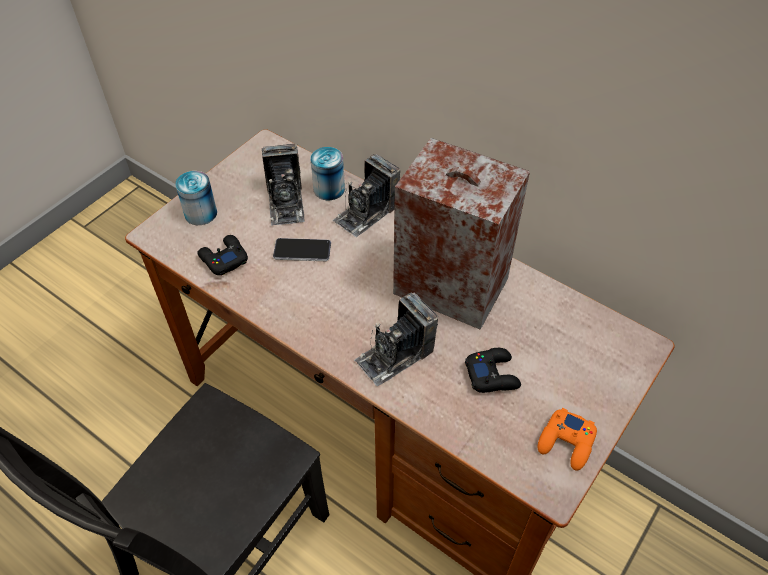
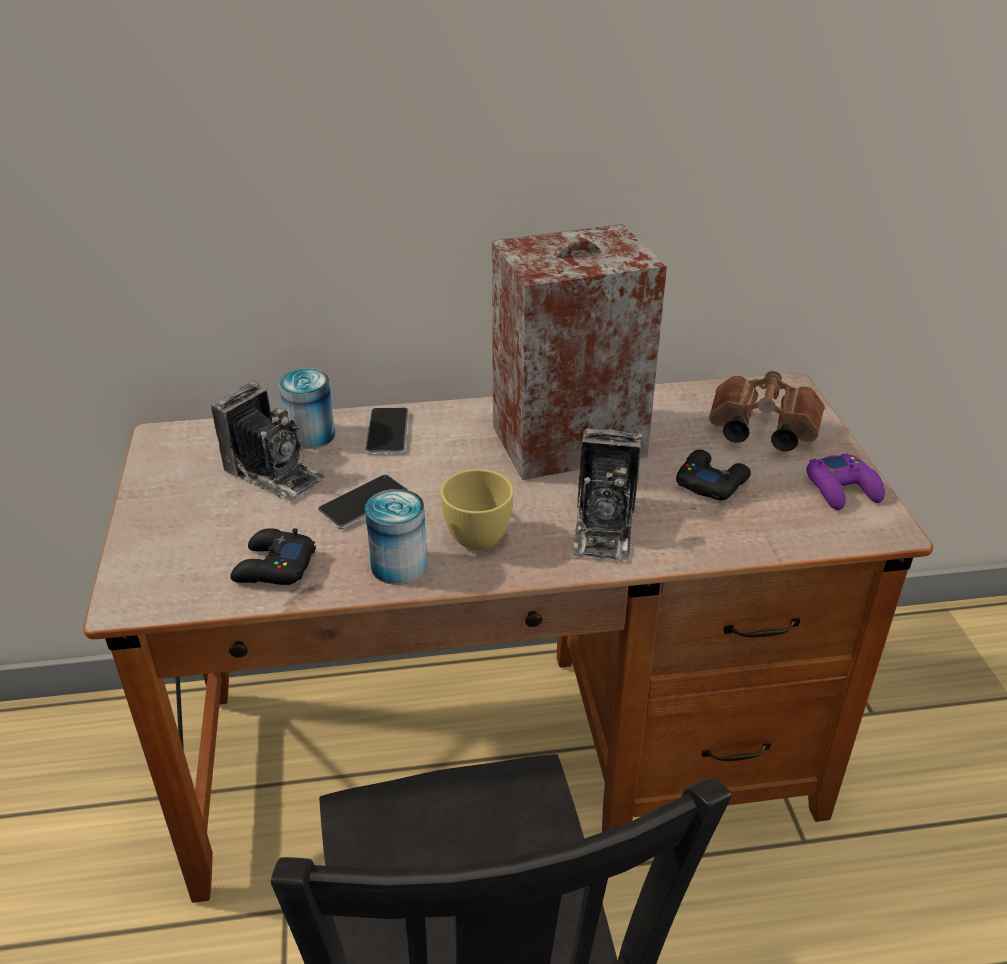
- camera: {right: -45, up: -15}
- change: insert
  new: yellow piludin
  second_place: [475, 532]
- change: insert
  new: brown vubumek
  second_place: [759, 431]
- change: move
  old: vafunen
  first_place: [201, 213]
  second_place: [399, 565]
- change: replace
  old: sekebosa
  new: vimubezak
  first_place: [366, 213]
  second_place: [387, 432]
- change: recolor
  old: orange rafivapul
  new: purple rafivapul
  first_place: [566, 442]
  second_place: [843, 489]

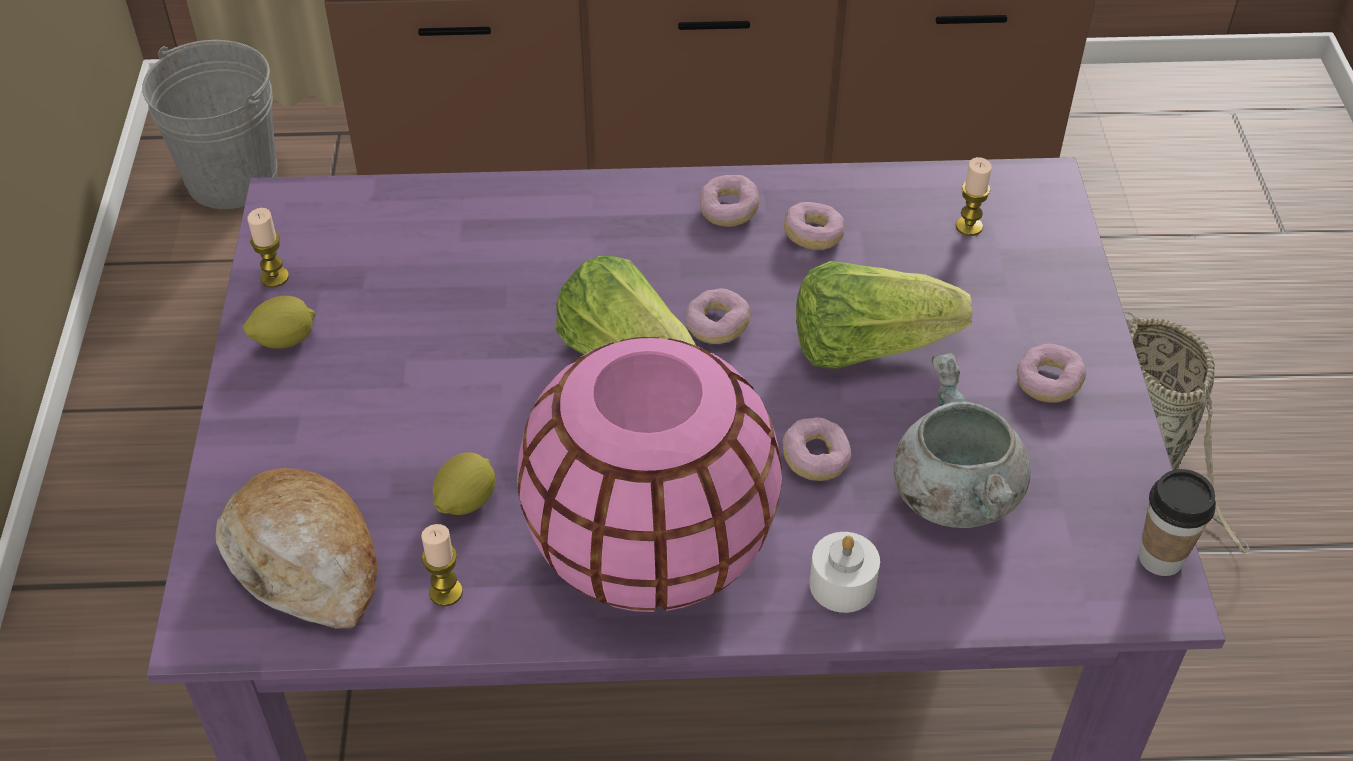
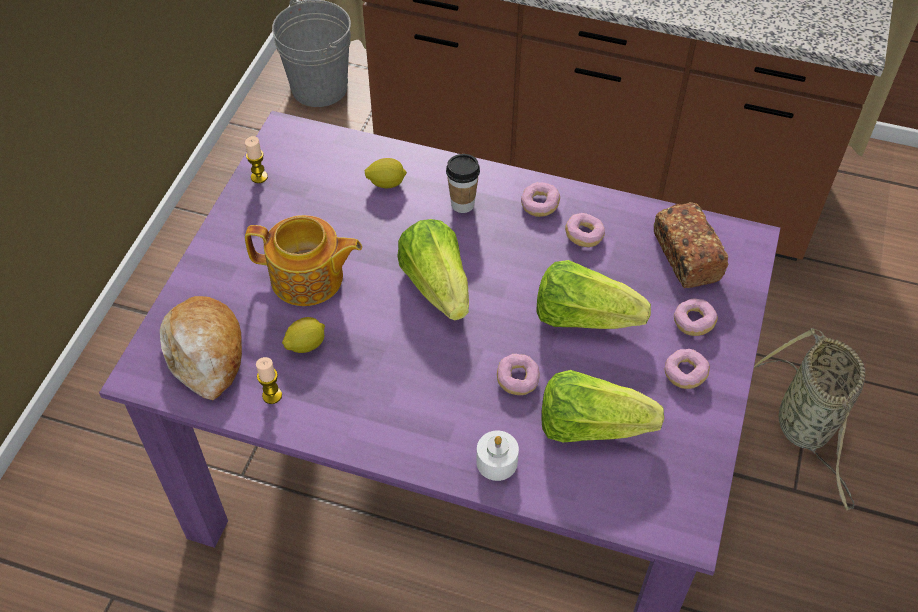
- camera: {right: 20, up: 5}
- change: delete
  old: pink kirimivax
  first_place: [651, 548]
- change: insert
  new: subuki
  second_place: [308, 279]
- change: move
  old: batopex
  first_place: [284, 340]
  second_place: [386, 183]
- change: move
  old: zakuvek
  first_place: [717, 326]
  second_place: [693, 323]
- change: move
  old: piludin
  first_place: [1160, 558]
  second_place: [462, 204]
- change: replace
  old: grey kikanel
  new: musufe
  first_place: [953, 492]
  second_place: [590, 426]
- change: replace
  old: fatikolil
  new: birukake
  first_place: [969, 226]
  second_place: [686, 256]

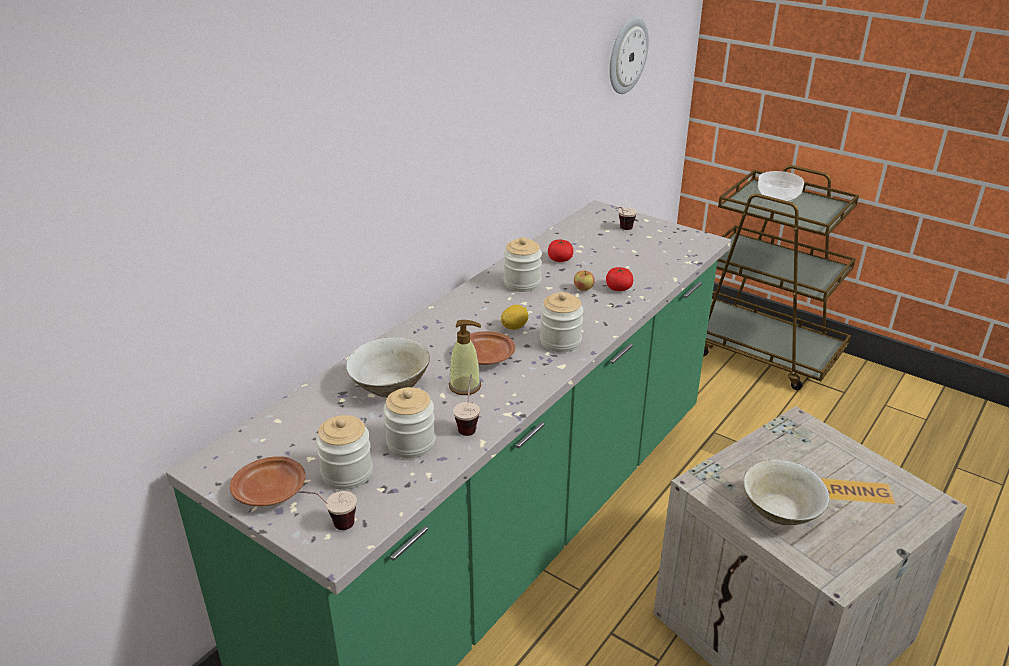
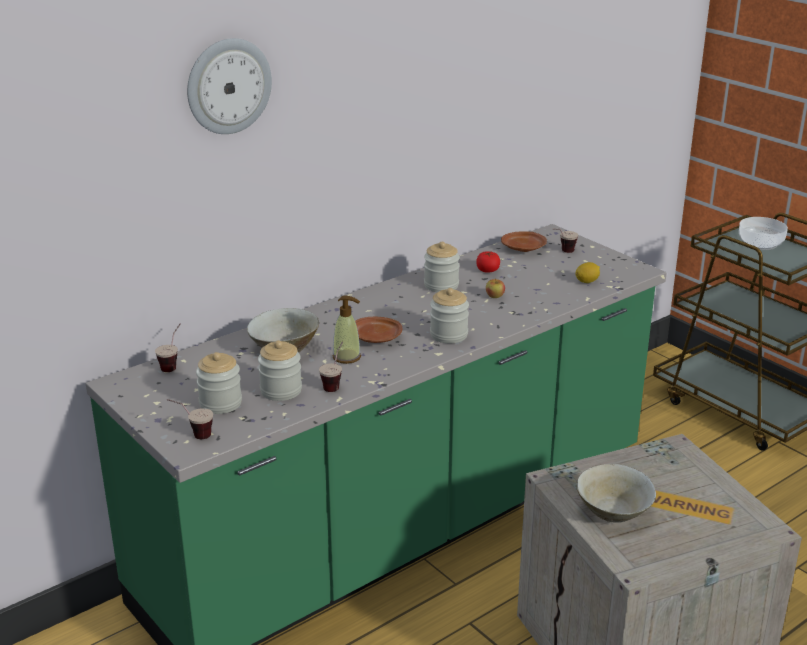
- camera: {right: 15, up: -5}
- change: delete
  old: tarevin
  first_place: [618, 288]
- change: insert
  new: piludin
  second_place: [173, 364]
- change: move
  old: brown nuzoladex
  first_place: [271, 491]
  second_place: [524, 248]
- change: move
  old: batopex
  first_place: [514, 327]
  second_place: [587, 281]
- change: move
  old: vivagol
  first_place: [626, 55]
  second_place: [228, 86]

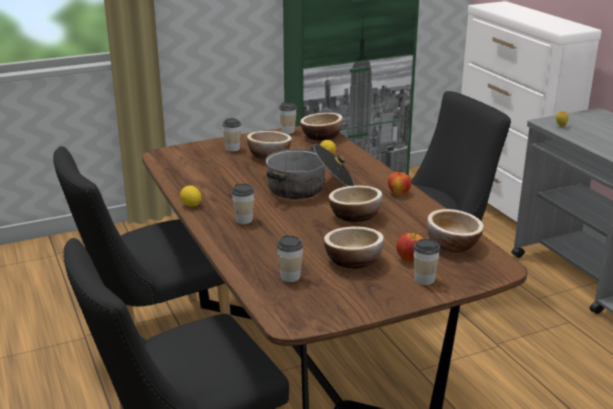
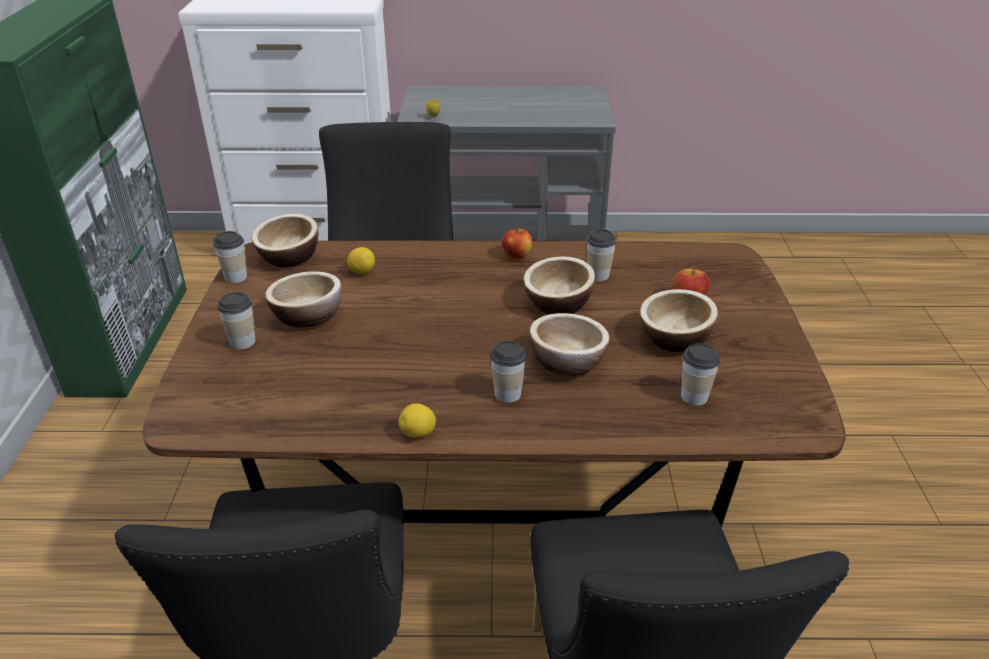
- camera: {right: -65, up: 10}
- change: delete
  old: kikanel
  first_place: [309, 188]
- change: move
  old: piludin
  first_place: [424, 279]
  second_place: [598, 275]
- change: move
  old: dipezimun
  first_place: [452, 244]
  second_place: [567, 362]

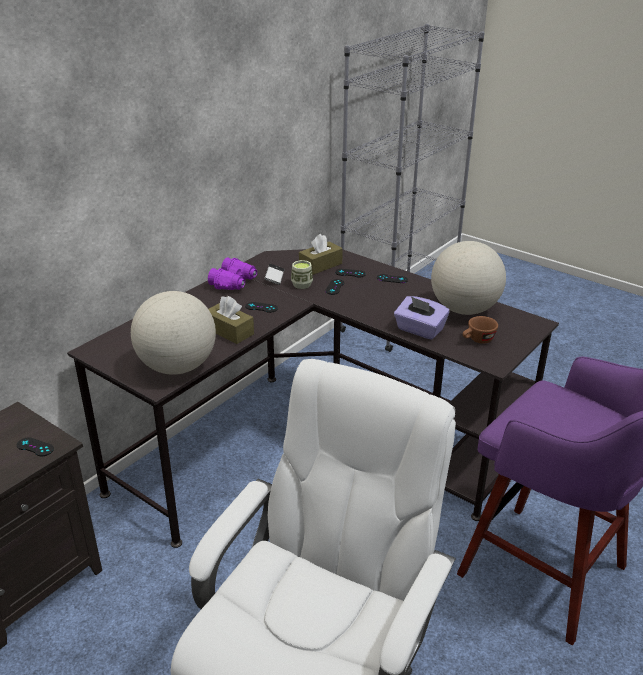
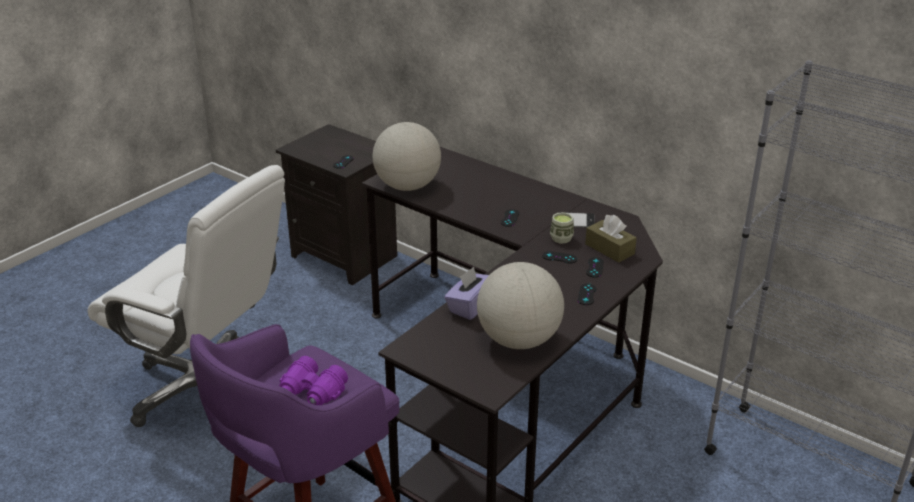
- camera: {right: 90, up: 0}
- change: delete
  old: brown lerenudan
  first_place: [229, 331]
- change: delete
  old: brown piludin
  first_place: [477, 340]
- change: move
  old: purple vubumek
  first_place: [234, 283]
  second_place: [312, 393]

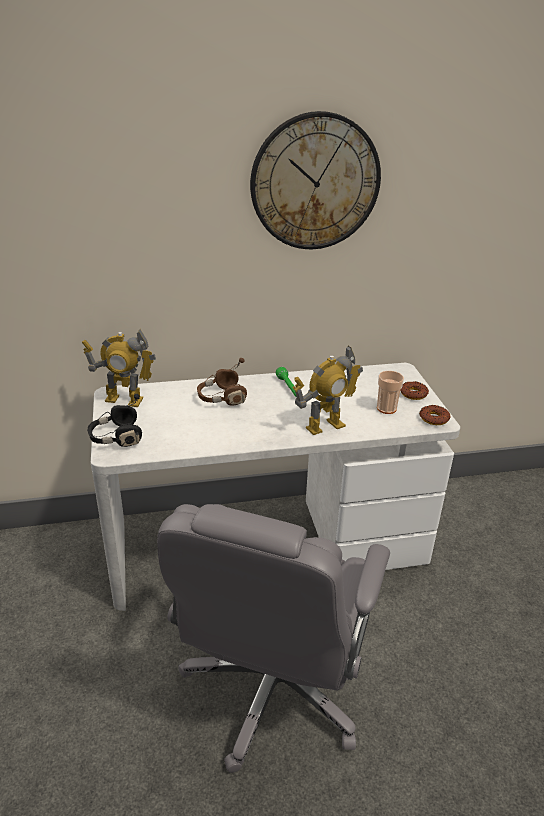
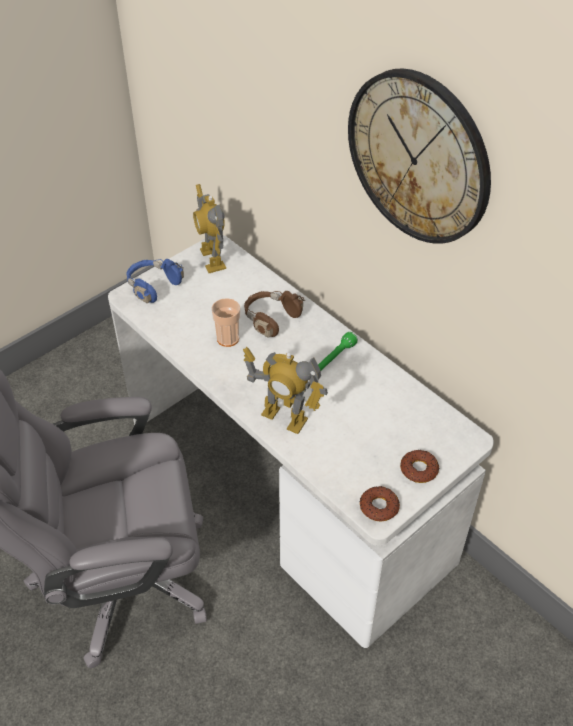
- camera: {right: 60, up: 15}
- change: move
  old: piludin
  first_place: [386, 408]
  second_place: [228, 338]
- change: recolor
  old: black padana
  new: blue padana
  first_place: [116, 437]
  second_place: [153, 286]

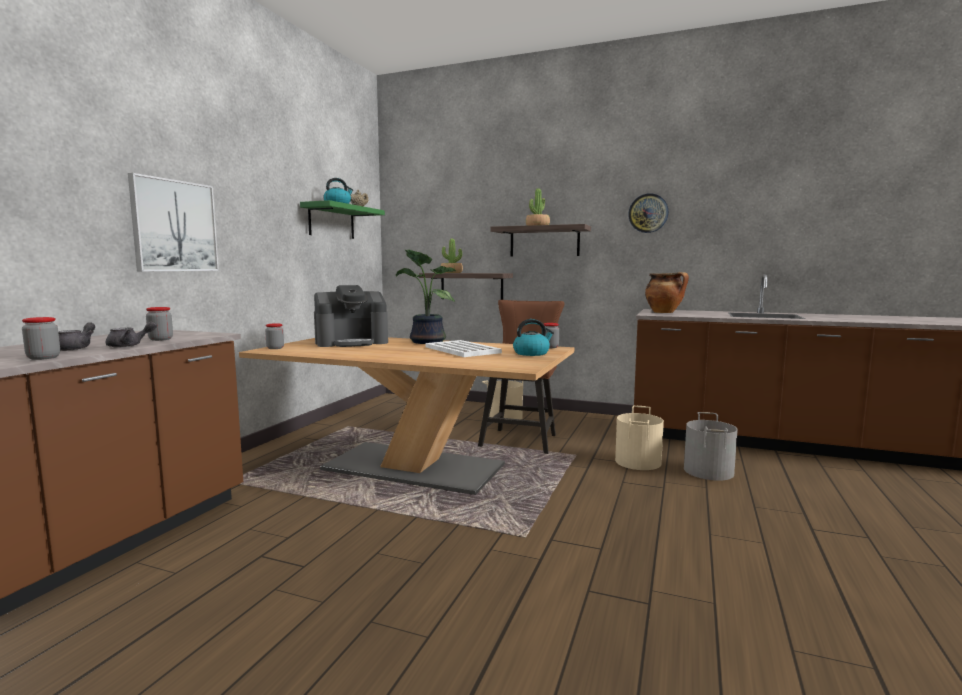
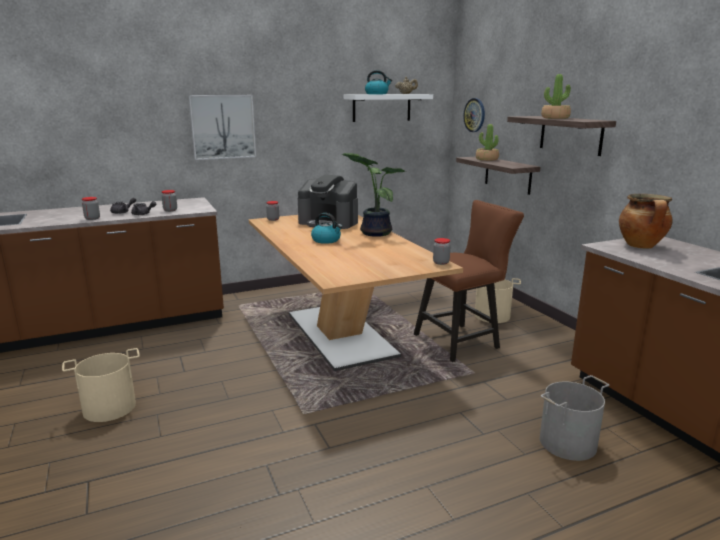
- camera: {right: 45, up: 10}
- change: delete
  old: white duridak
  first_place: [462, 350]
- change: move
  old: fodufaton
  first_place: [532, 353]
  second_place: [326, 240]
- change: move
  old: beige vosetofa
  first_place: [638, 462]
  second_place: [109, 408]
- change: move
  old: vivagol
  first_place: [648, 213]
  second_place: [474, 115]
- change: recolor
  old: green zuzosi
  new: white zuzosi
  first_place: [331, 222]
  second_place: [381, 107]

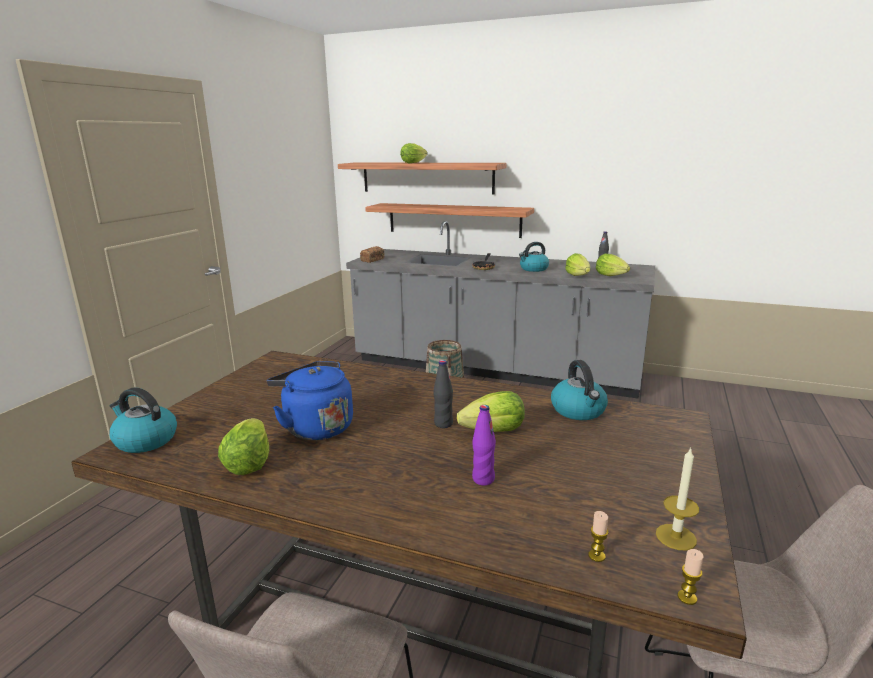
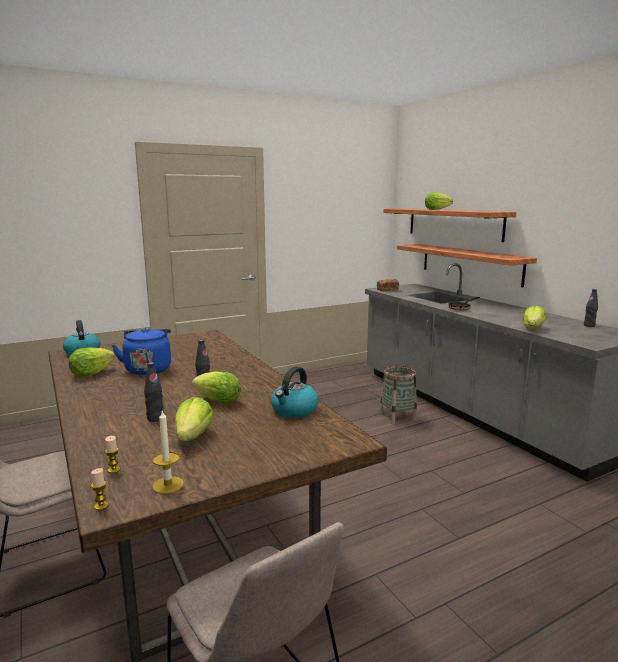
- camera: {right: 40, up: -5}
- change: delete
  old: fodufaton
  first_place: [533, 269]
- change: move
  old: musufe
  first_place: [610, 275]
  second_place: [193, 437]
- change: recolor
  old: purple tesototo
  new: black tesototo
  first_place: [483, 479]
  second_place: [155, 418]

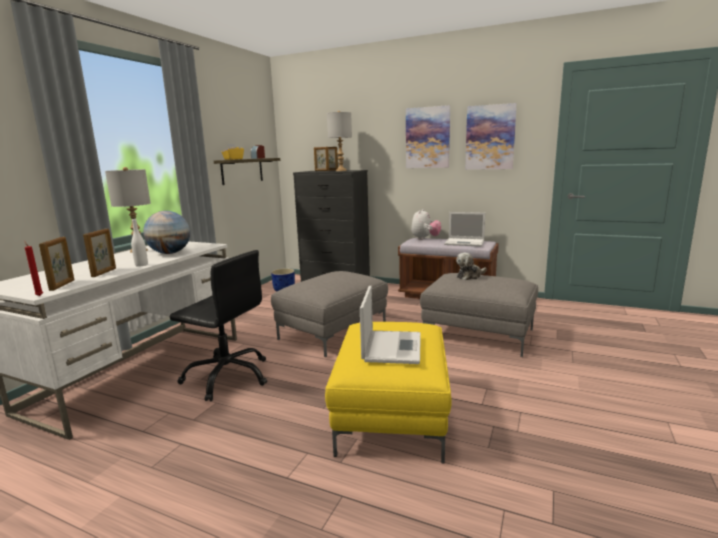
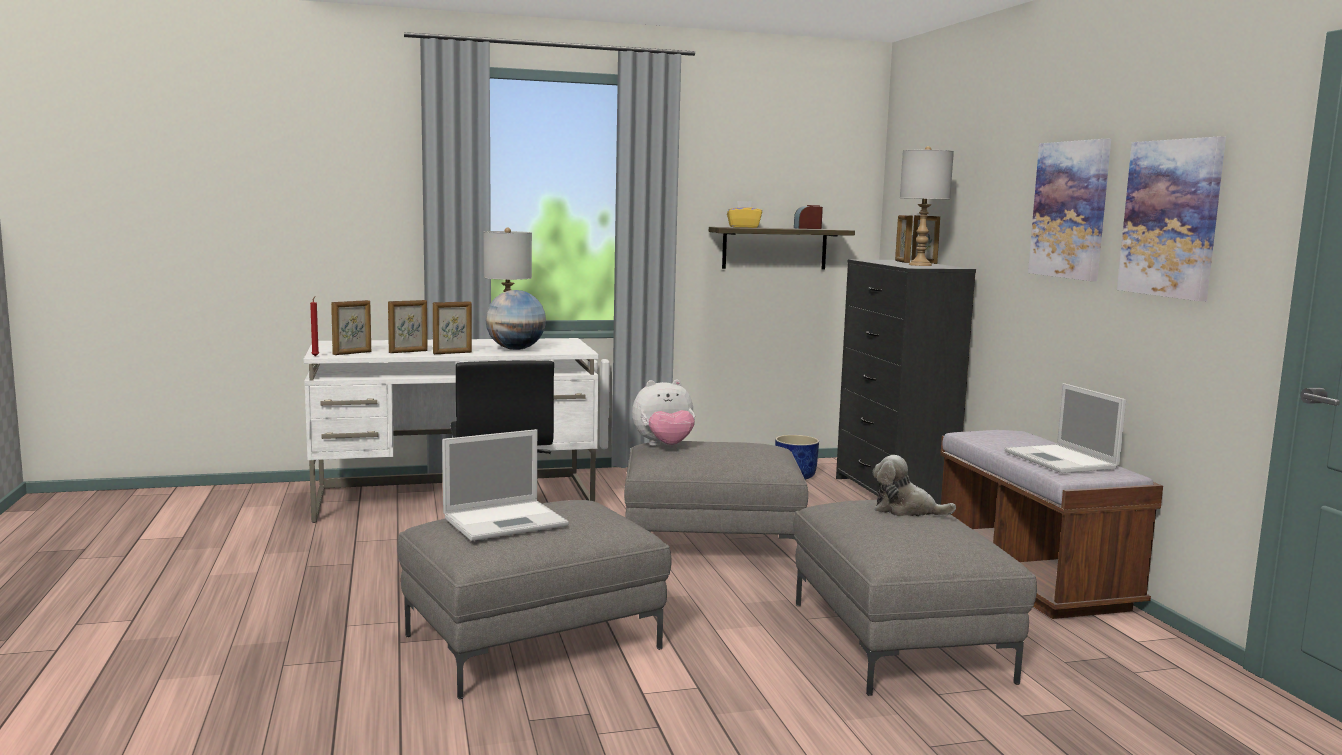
- camera: {right: 50, up: -5}
- change: move
  old: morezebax
  first_place: [425, 239]
  second_place: [664, 446]
- change: replace
  old: white tesototo
  new: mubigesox
  first_place: [141, 265]
  second_place: [452, 353]
- change: recolor
  old: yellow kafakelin
  new: grey kafakelin
  first_place: [390, 414]
  second_place: [533, 641]

